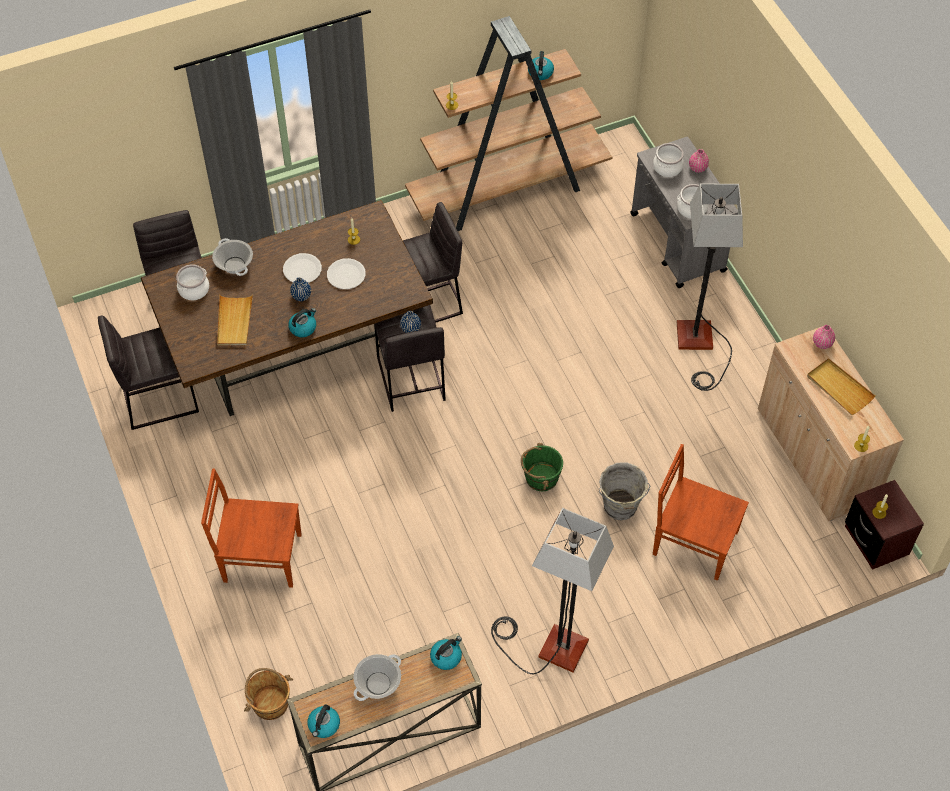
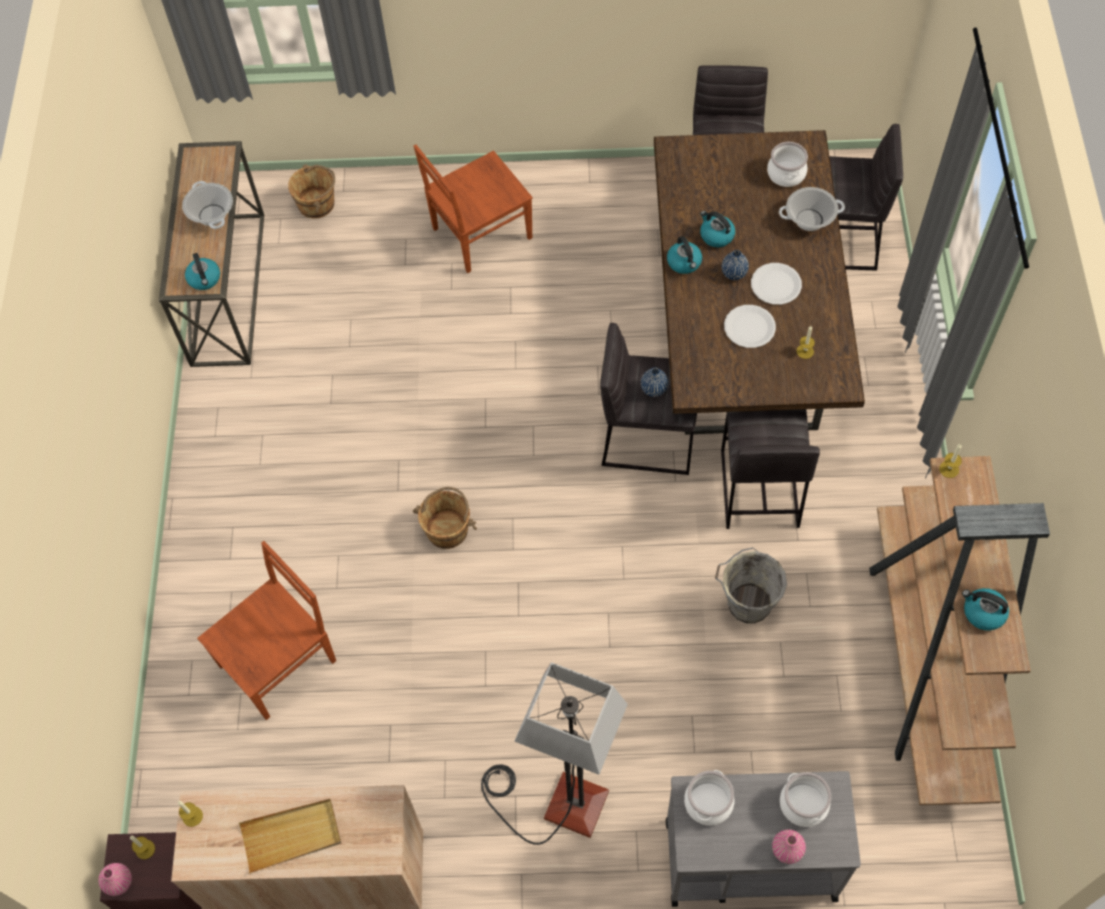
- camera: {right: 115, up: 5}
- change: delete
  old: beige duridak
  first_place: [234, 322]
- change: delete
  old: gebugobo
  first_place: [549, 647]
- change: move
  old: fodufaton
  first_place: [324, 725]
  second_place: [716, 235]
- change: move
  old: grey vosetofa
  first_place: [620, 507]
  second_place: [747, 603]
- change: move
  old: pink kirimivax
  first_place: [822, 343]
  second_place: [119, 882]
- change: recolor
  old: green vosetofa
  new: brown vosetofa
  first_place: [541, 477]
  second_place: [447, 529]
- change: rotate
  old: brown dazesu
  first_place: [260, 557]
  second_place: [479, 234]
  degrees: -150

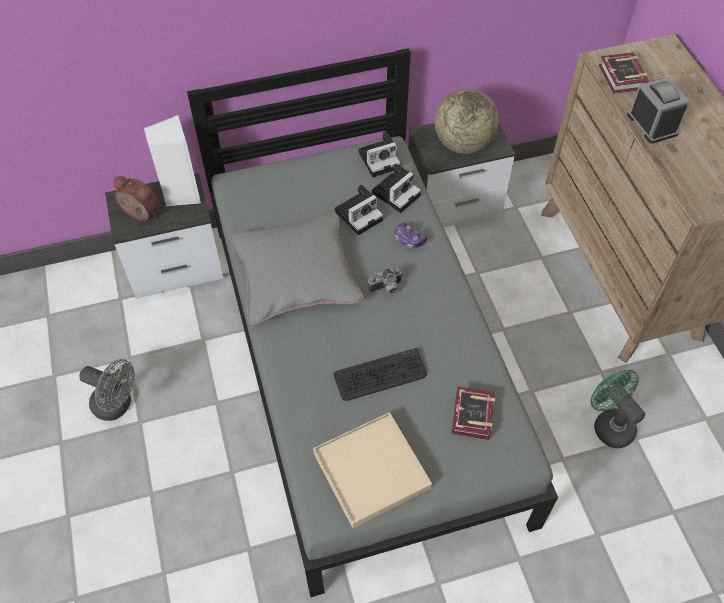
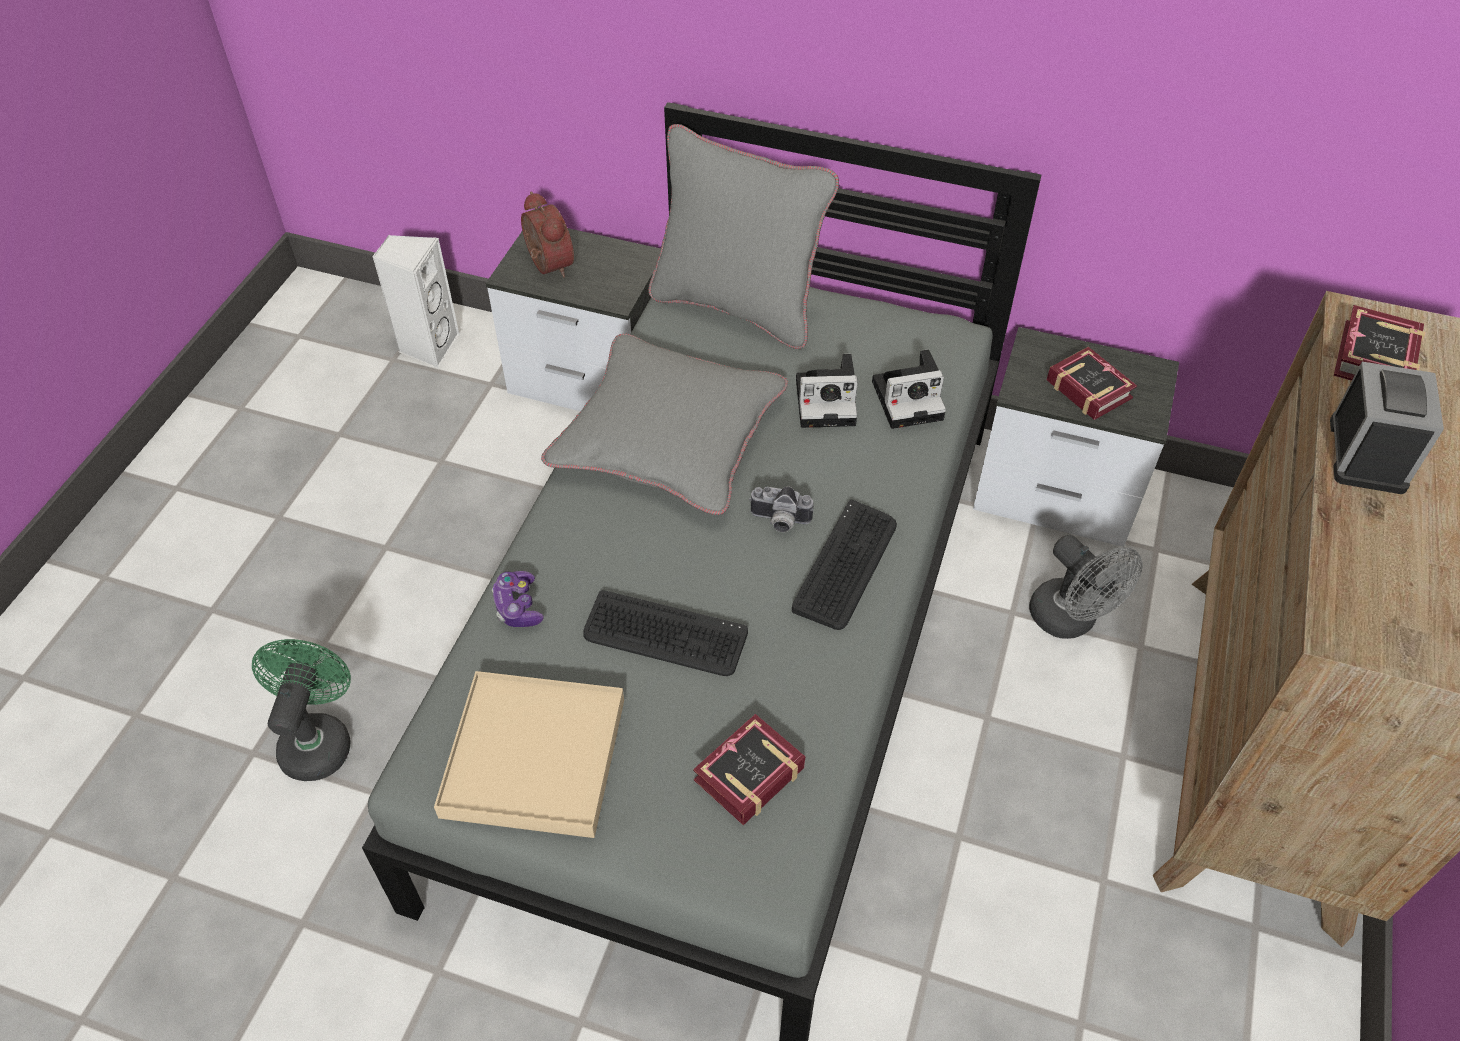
- camera: {right: 35, up: -5}
- change: delete
  old: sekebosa
  first_place: [380, 159]
- change: insert
  new: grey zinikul
  second_place: [737, 306]
- change: insert
  new: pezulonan
  second_place: [846, 565]
- change: move
  old: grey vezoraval
  first_place: [117, 405]
  second_place: [1071, 620]
- change: move
  old: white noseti
  first_place: [181, 194]
  second_place: [428, 346]
- change: move
  old: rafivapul
  first_place: [409, 239]
  second_place: [518, 606]
- change: move
  old: green vezoraval
  first_place: [609, 424]
  second_place: [318, 739]
- change: replace
  old: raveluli
  new: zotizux
  first_place: [463, 144]
  second_place: [1088, 386]

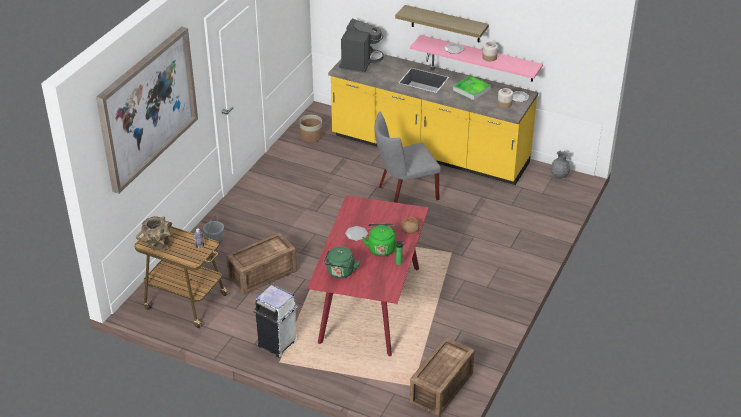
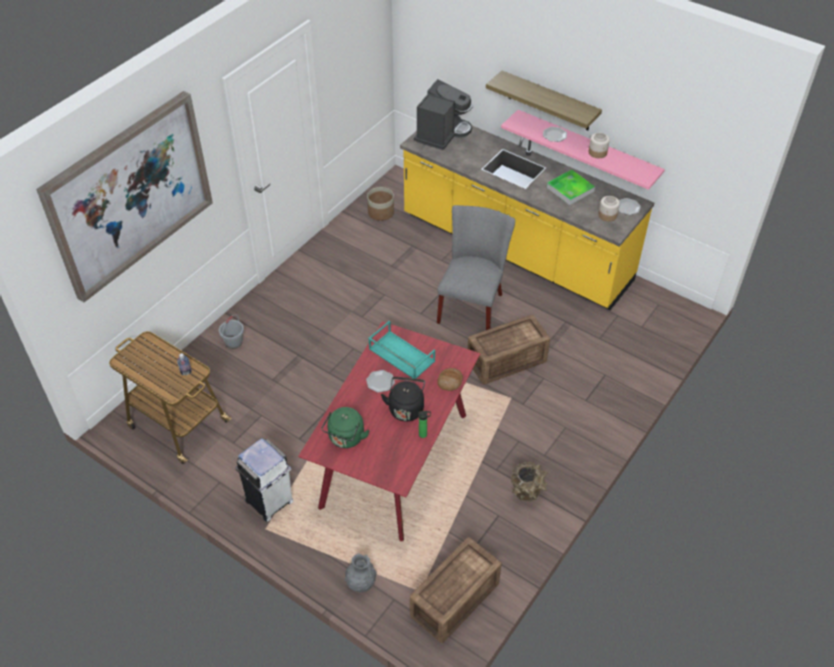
- camera: {right: 10, up: 10}
- change: insert
  new: turquoise duridak
  second_place: [400, 355]
- change: move
  old: brown kirimivax
  first_place: [159, 247]
  second_place: [526, 495]
- change: move
  old: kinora
  first_place: [261, 274]
  second_place: [505, 360]
- change: move
  old: grey kirimivax
  first_place: [559, 176]
  second_place: [361, 583]
- change: recolor
  old: green fodufaton
  new: black fodufaton
  first_place: [381, 248]
  second_place: [406, 408]
- change: rotate
  old: grey dazesu
  first_place: [404, 193]
  second_place: [472, 305]
  degrees: 120

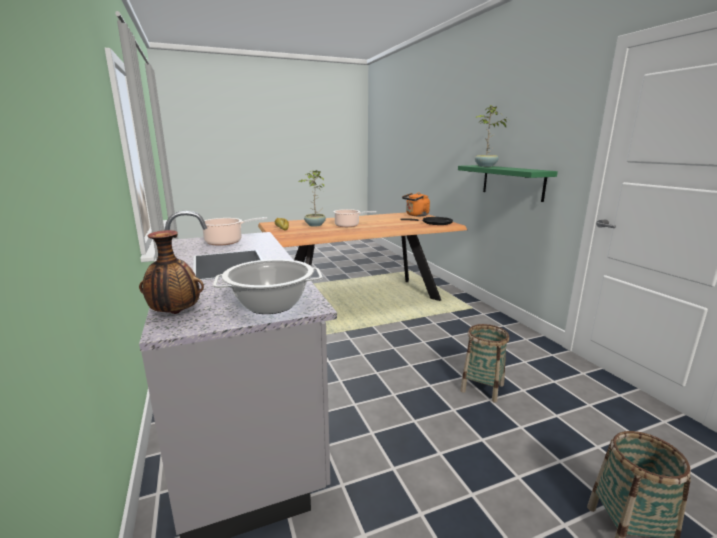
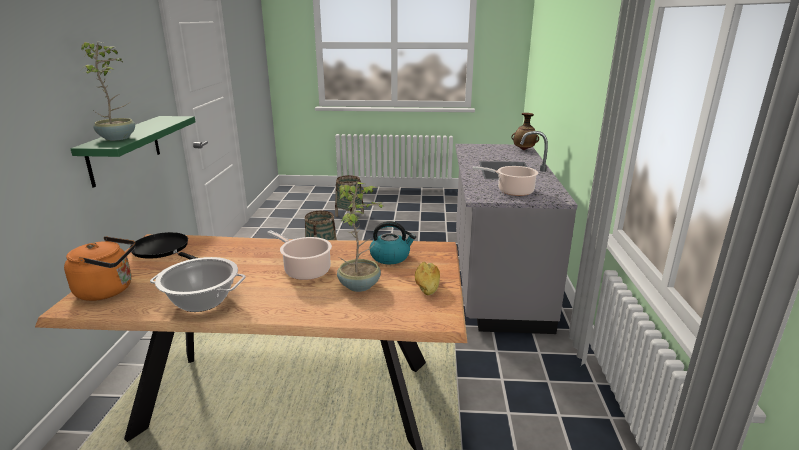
- camera: {right: -155, up: 5}
- change: insert
  new: fodufaton
  second_place: [390, 257]
- change: move
  old: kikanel
  first_place: [271, 304]
  second_place: [201, 301]

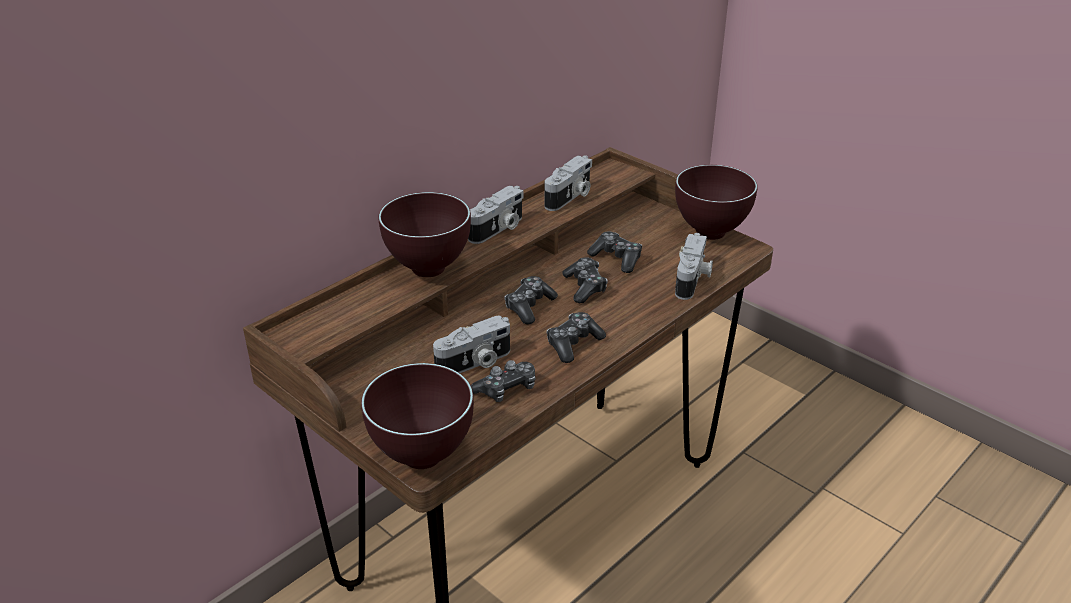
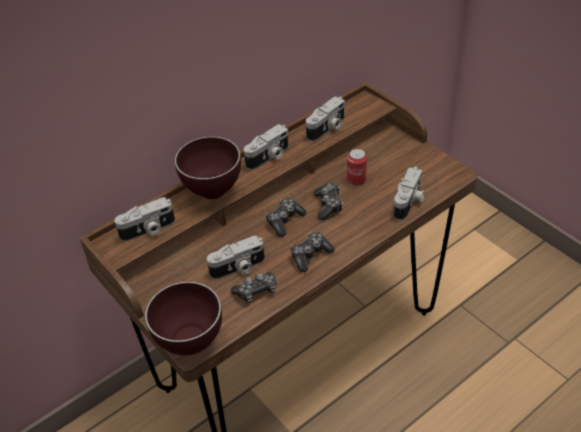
- camera: {right: 10, up: 10}
- change: delete
  old: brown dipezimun
  first_place: [710, 232]
- change: insert
  new: sekebosa
  second_place: [148, 230]
- change: replace
  old: rafivapul
  new: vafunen
  first_place: [617, 258]
  second_place: [356, 180]

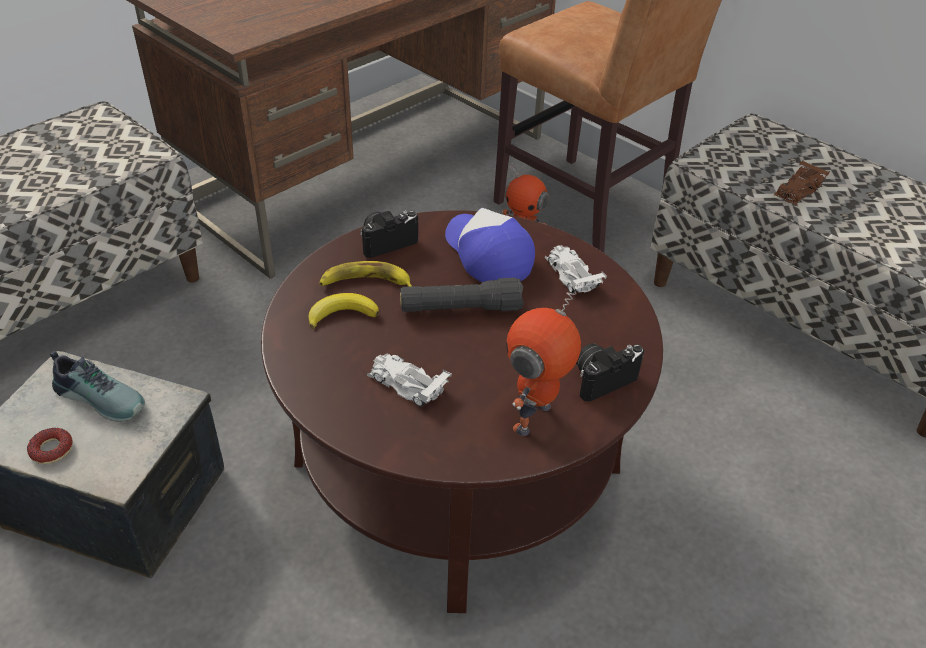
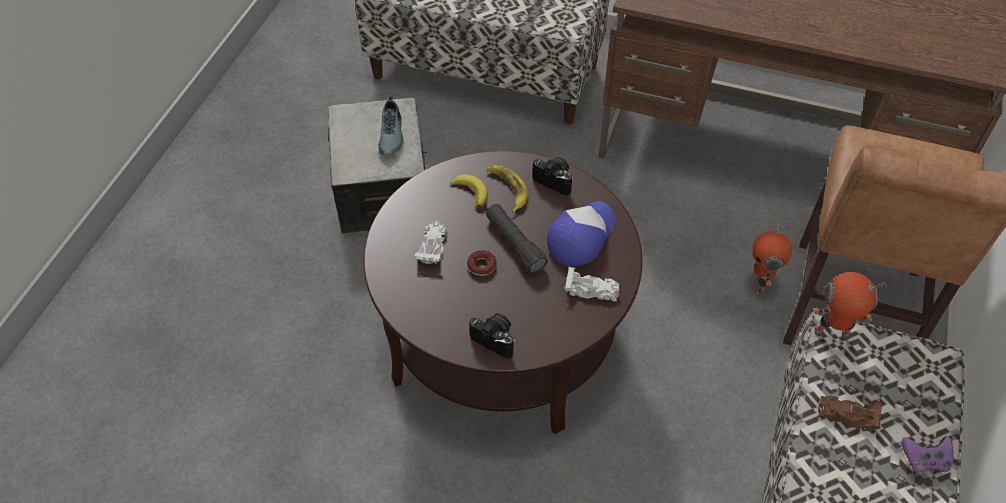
- camera: {right: 65, up: 10}
- change: insert
  new: purple rafivapul
  second_place: [924, 460]
- change: move
  old: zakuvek
  first_place: [52, 450]
  second_place: [481, 265]
- change: move
  old: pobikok
  first_place: [534, 419]
  second_place: [832, 334]
- change: rotate
  old: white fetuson
  first_place: [571, 275]
  second_place: [592, 289]
  degrees: 60

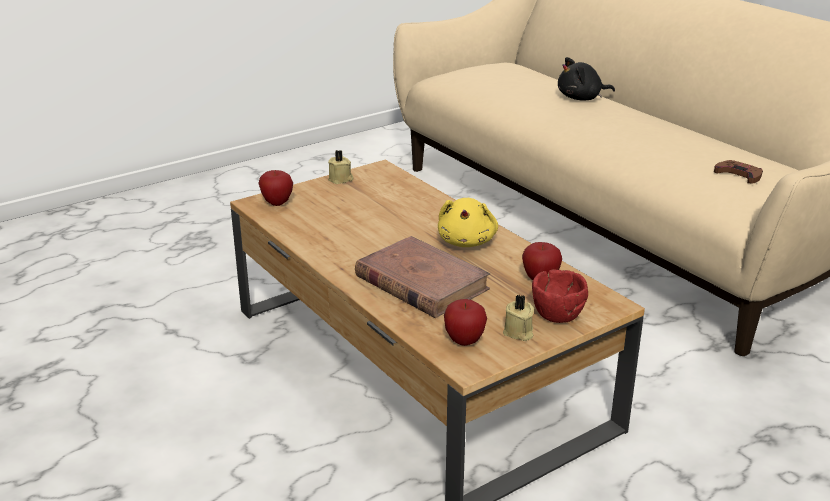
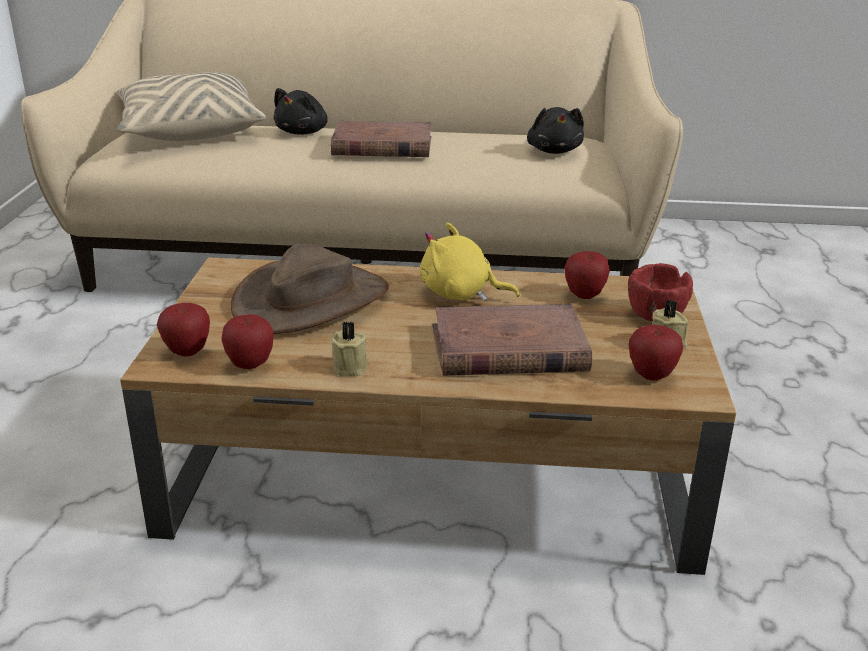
- camera: {right: -50, up: 0}
- change: insert
  new: beige zinikul
  second_place: [189, 130]
- change: insert
  new: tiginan
  second_place: [250, 365]
- change: insert
  new: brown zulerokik
  second_place: [311, 300]
- change: insert
  new: brown zotizux
  second_place: [381, 146]
- change: move
  old: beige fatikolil
  first_place: [341, 179]
  second_place: [352, 366]
- change: replace
  old: brown rafivapul
  new: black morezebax
  first_place: [739, 175]
  second_place: [554, 151]
- change: rotate
  old: yellow morezebax
  first_place: [467, 241]
  second_place: [460, 294]
  degrees: 150

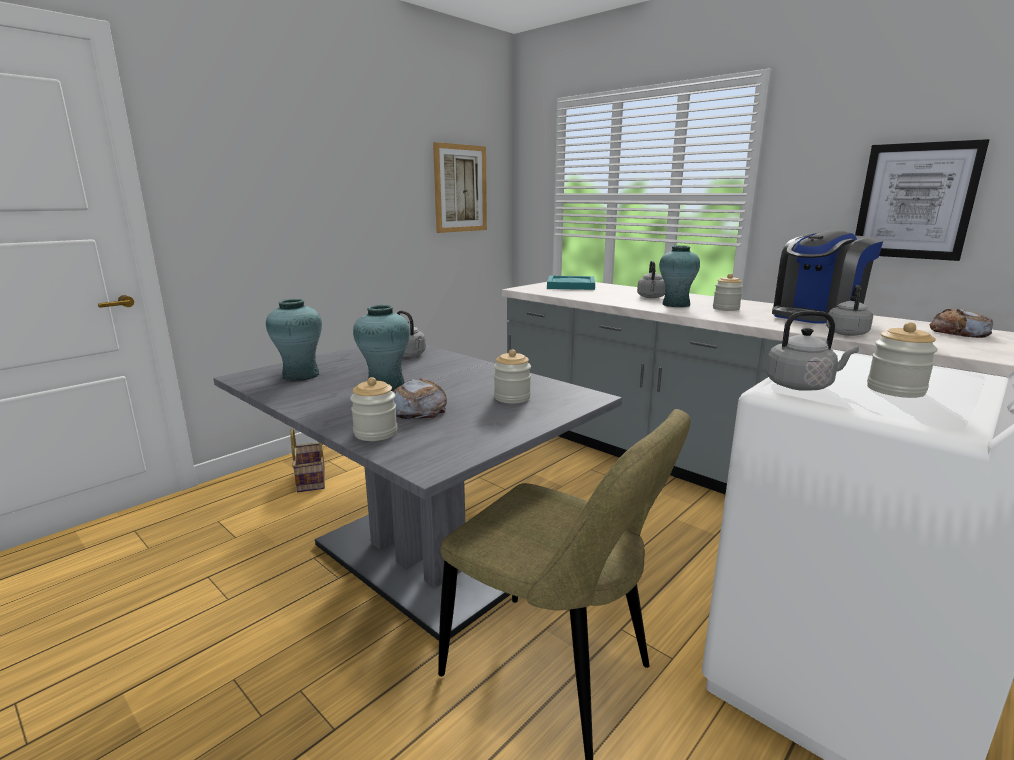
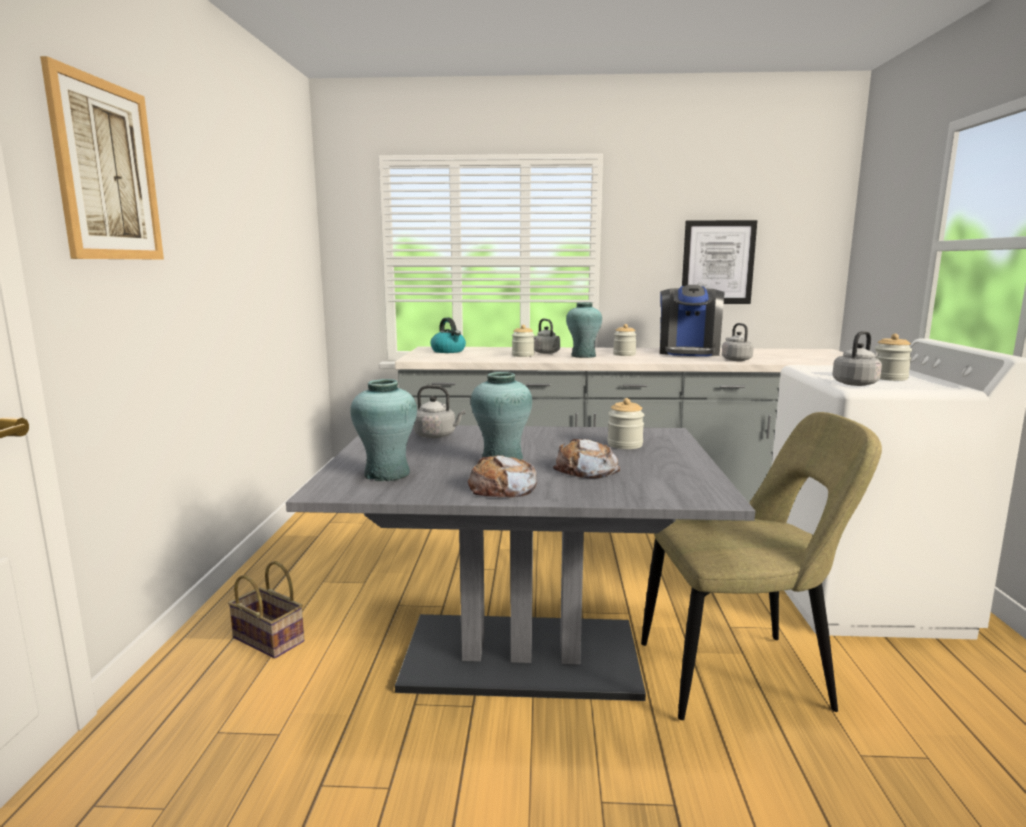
- camera: {right: -40, up: -5}
- change: move
  old: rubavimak
  first_place: [375, 433]
  second_place: [523, 355]
- change: move
  old: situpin
  first_place: [460, 188]
  second_place: [107, 171]
- change: move
  old: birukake
  first_place: [959, 332]
  second_place: [502, 487]
- change: replace
  old: turquoise duridak
  new: fodufaton
  first_place: [571, 285]
  second_place: [448, 351]

